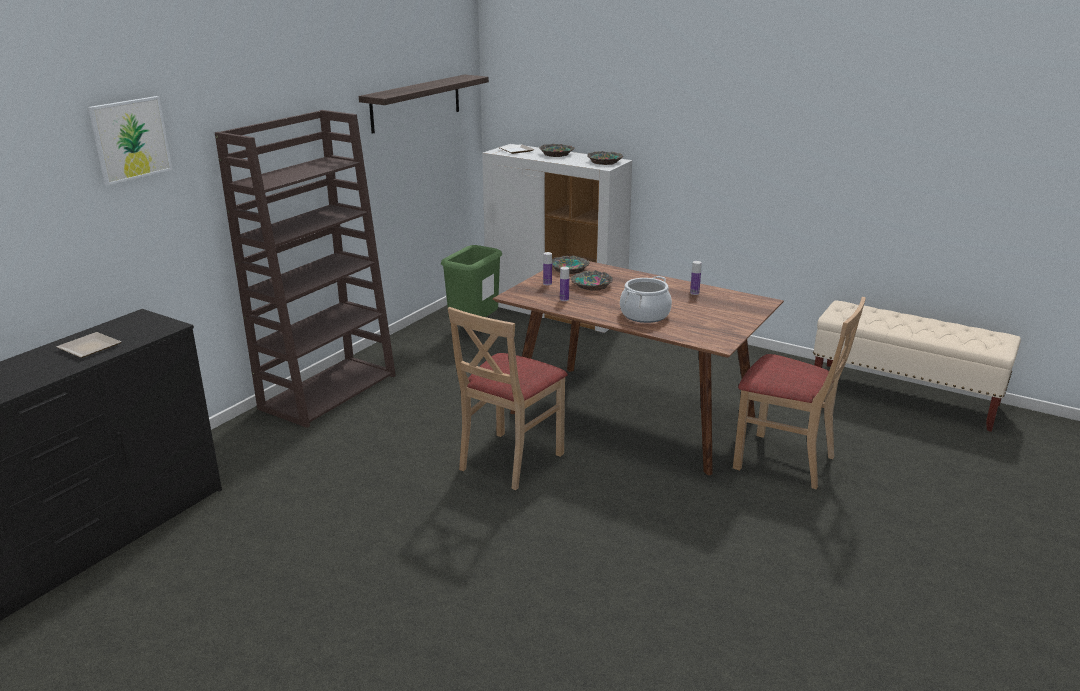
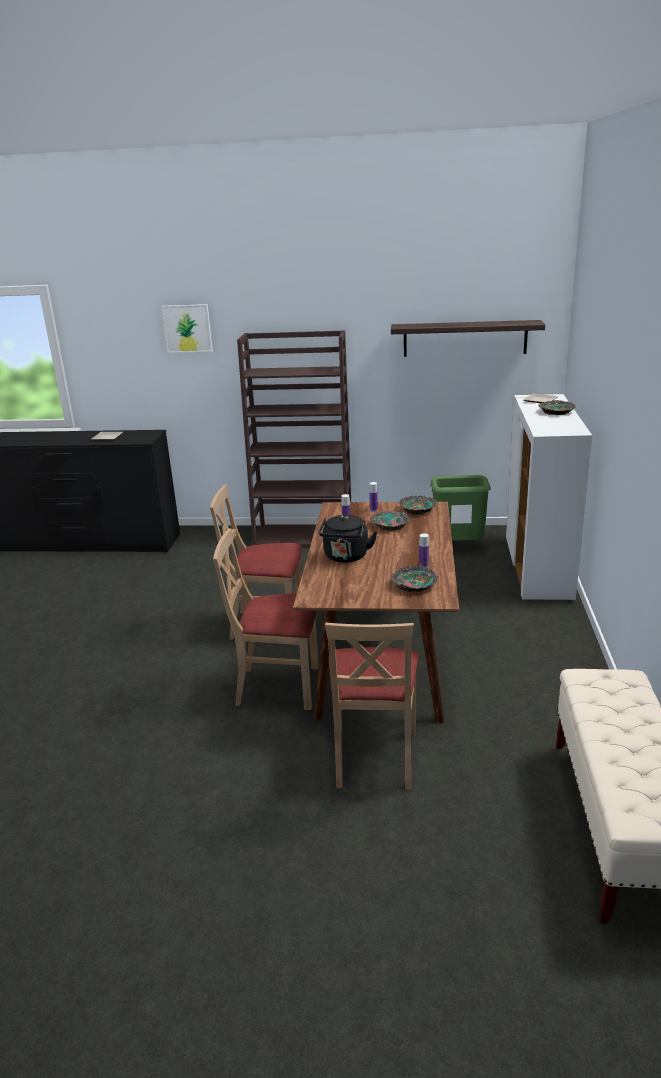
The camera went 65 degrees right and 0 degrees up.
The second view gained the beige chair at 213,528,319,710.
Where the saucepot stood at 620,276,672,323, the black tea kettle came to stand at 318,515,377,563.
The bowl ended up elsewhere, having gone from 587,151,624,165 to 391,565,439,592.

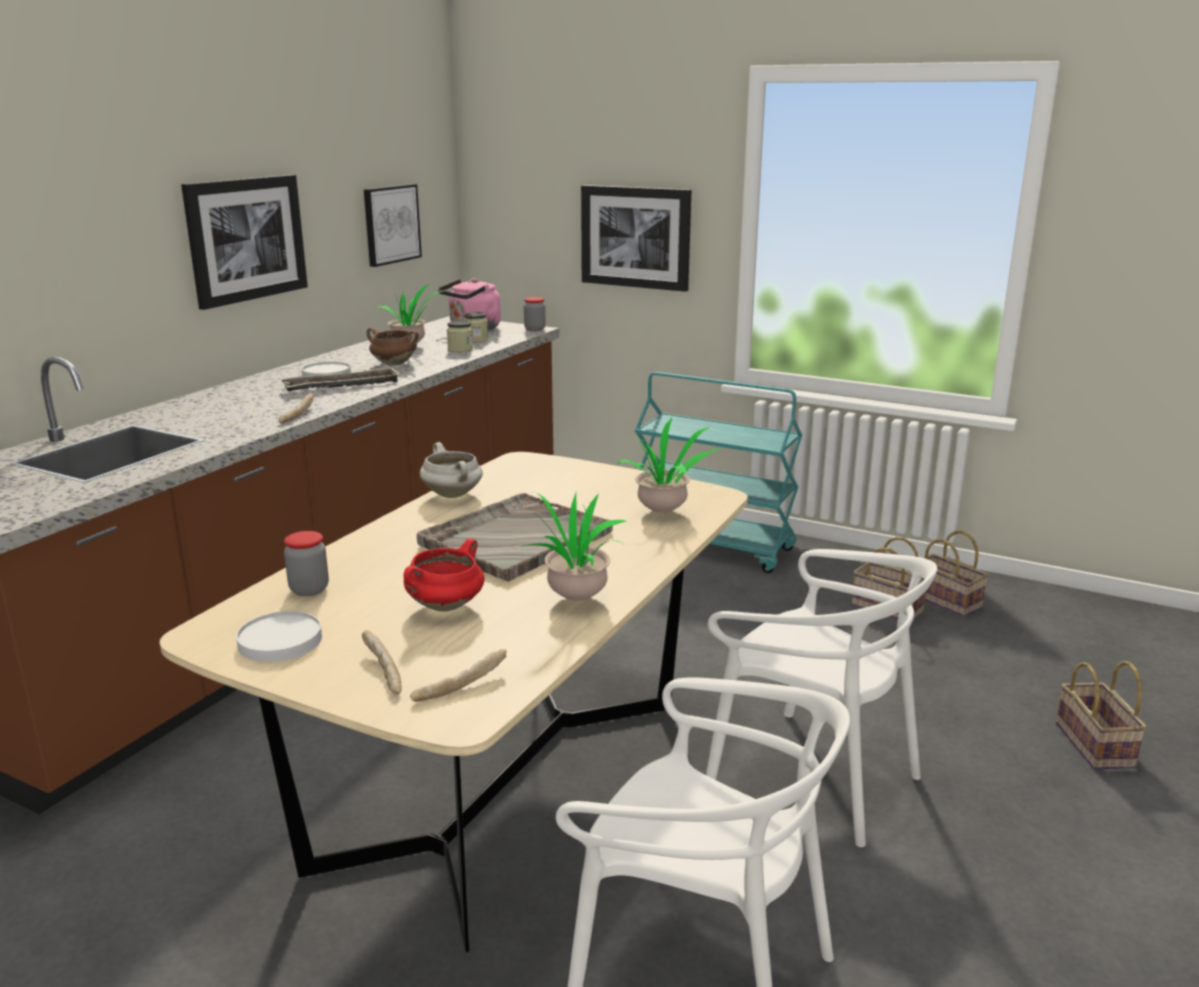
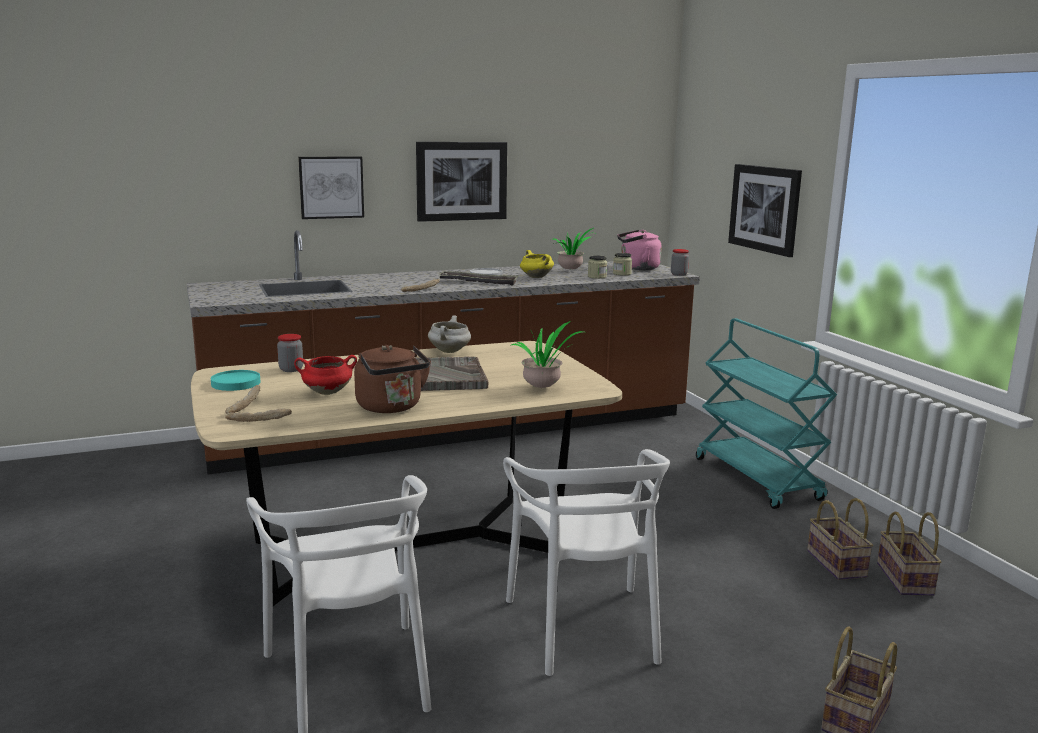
The camera went 40 degrees right and 5 degrees down.
What was the whitish dinner plate at 236,611,322,662 turned into the blue-green dinner plate at 211,370,260,391.
The picture ended up elsewhere, having gone from 364,184,422,267 to 298,157,364,219.
Where the plant in a pot stood at 514,492,627,600, the brown tea kettle came to stand at 354,345,431,413.
What was the brown saucepot at 367,327,419,366 turned into the yellowish saucepot at 520,250,554,278.

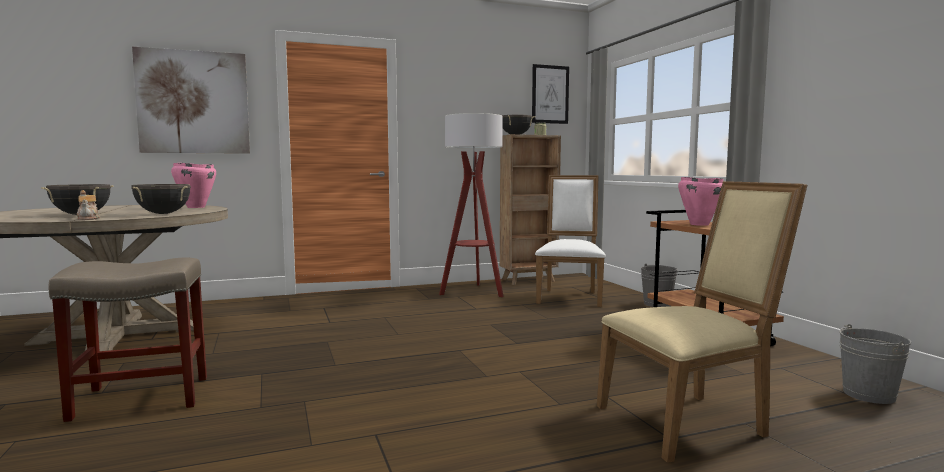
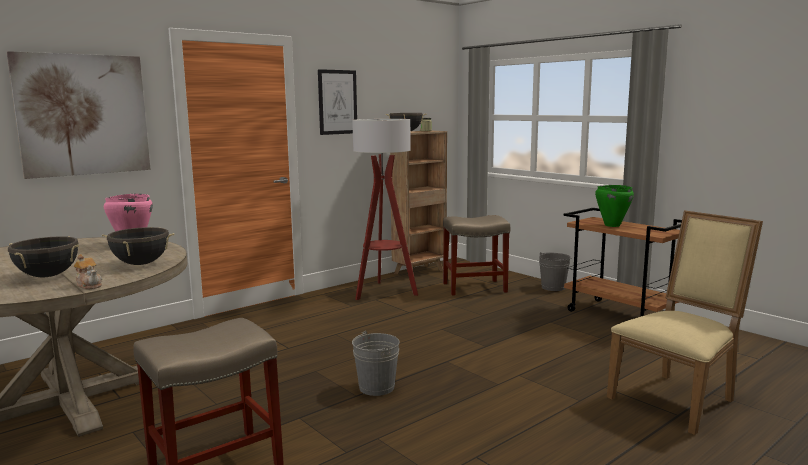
The camera went 20 degrees left and 5 degrees up.
The picture ended up elsewhere, having gone from 532,64,569,124 to 318,69,357,135.
The greyish water bucket ended up elsewhere, having gone from 839,324,911,404 to 352,331,400,396.
Where the whitish chair stood at 535,175,606,307, the beige sitting stool came to stand at 443,215,510,296.
What was the pink-coloured saucepot at 678,177,724,226 turned into the green-coloured saucepot at 595,185,634,227.

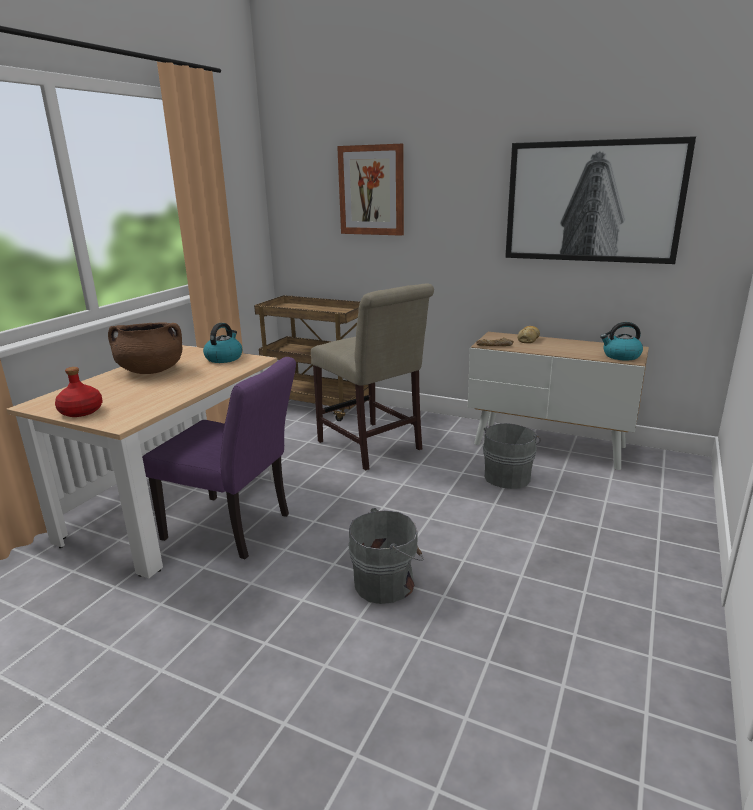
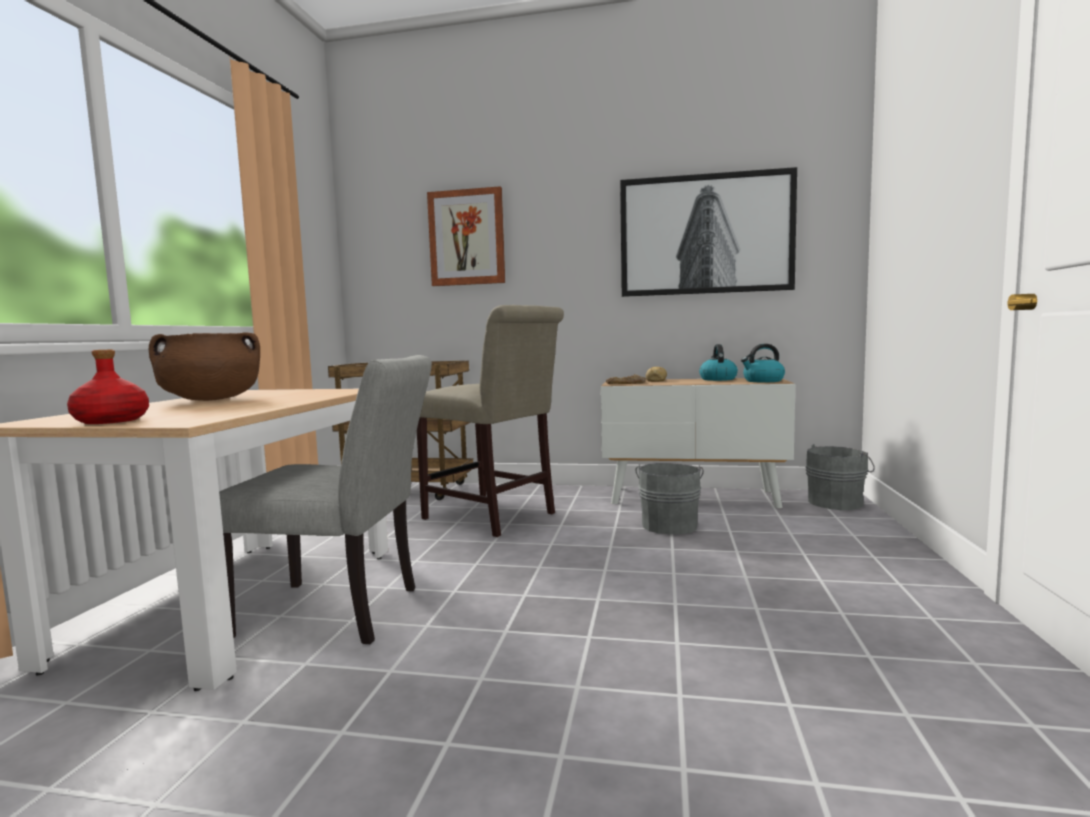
The camera went 15 degrees left and 15 degrees down.
What was the purple-coloured chair at 142,357,296,559 turned into the greyish chair at 219,355,432,644.
The tea kettle ended up elsewhere, having gone from 203,323,242,363 to 699,344,738,381.
The greyish water bucket ended up elsewhere, having gone from 348,508,423,604 to 805,444,875,510.

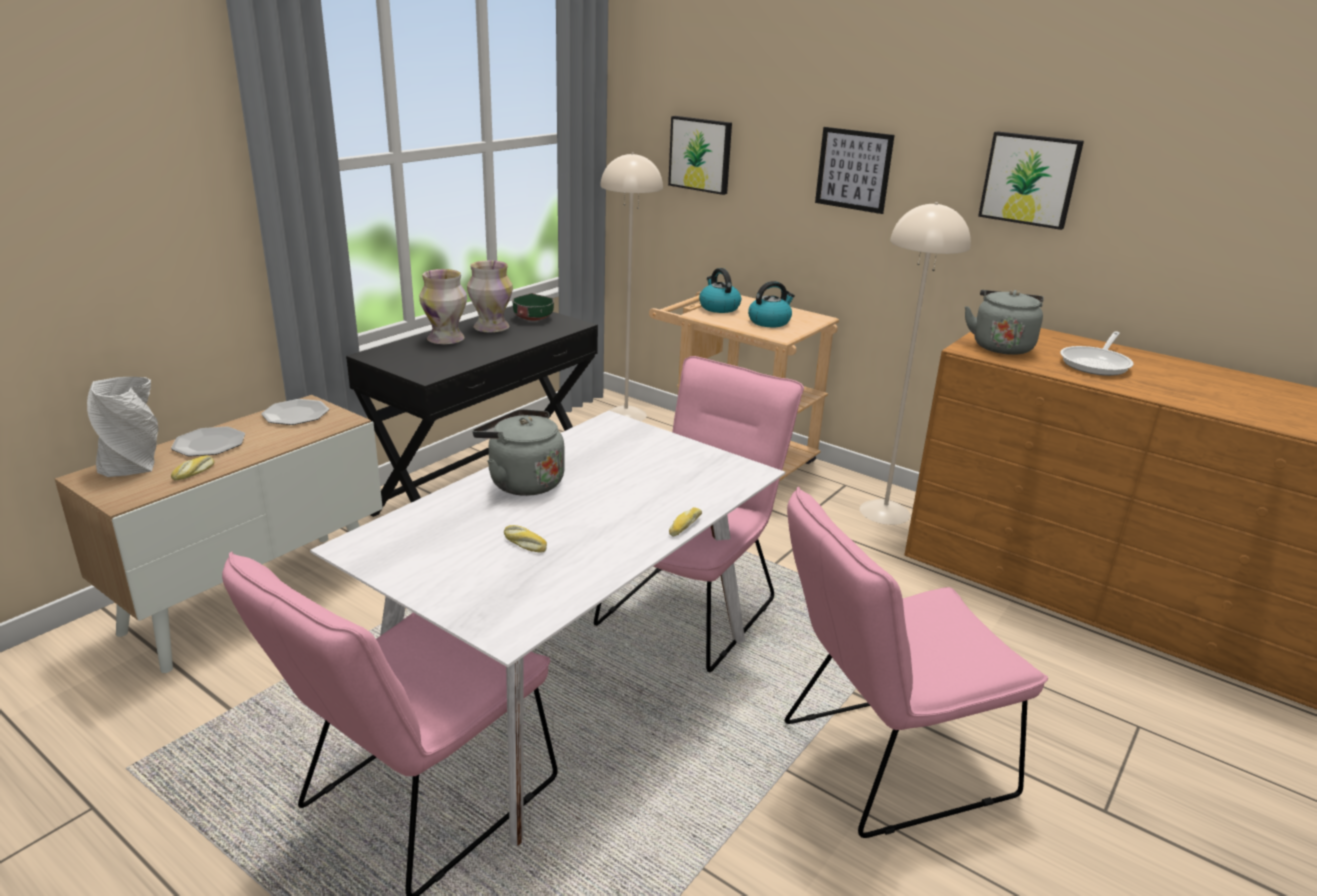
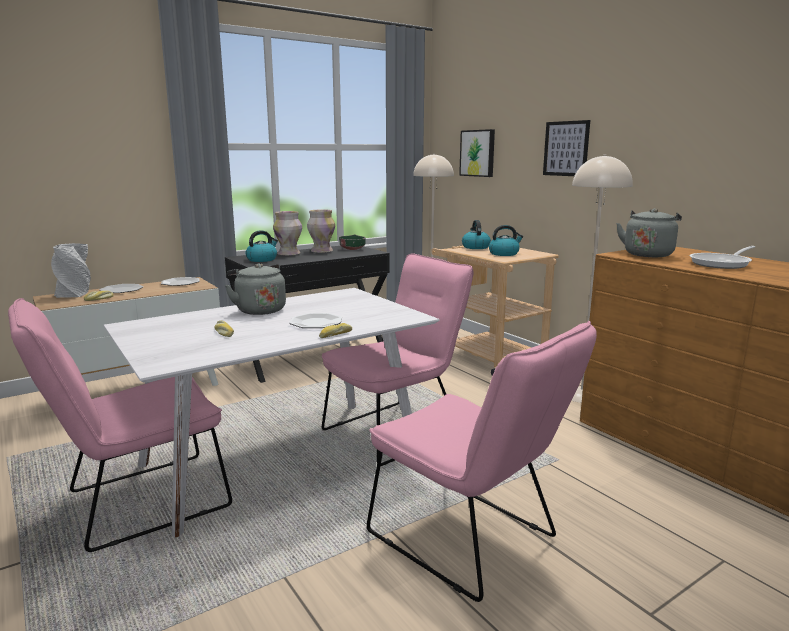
The camera went 20 degrees right and 10 degrees down.
The second view gained the tea kettle at 245,230,278,262.
The second view gained the dinner plate at 289,313,342,328.
The pink-coloured chair at 785,487,1048,838 ended up facing another way, 135 degrees counterclockwise from before.
The second view lost the picture at 978,131,1084,230.

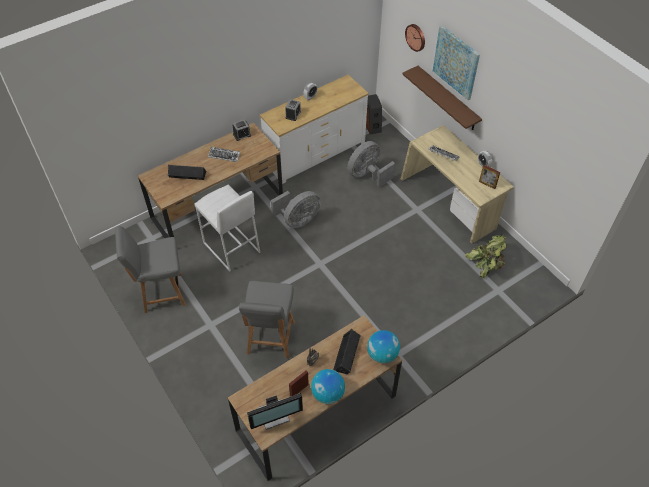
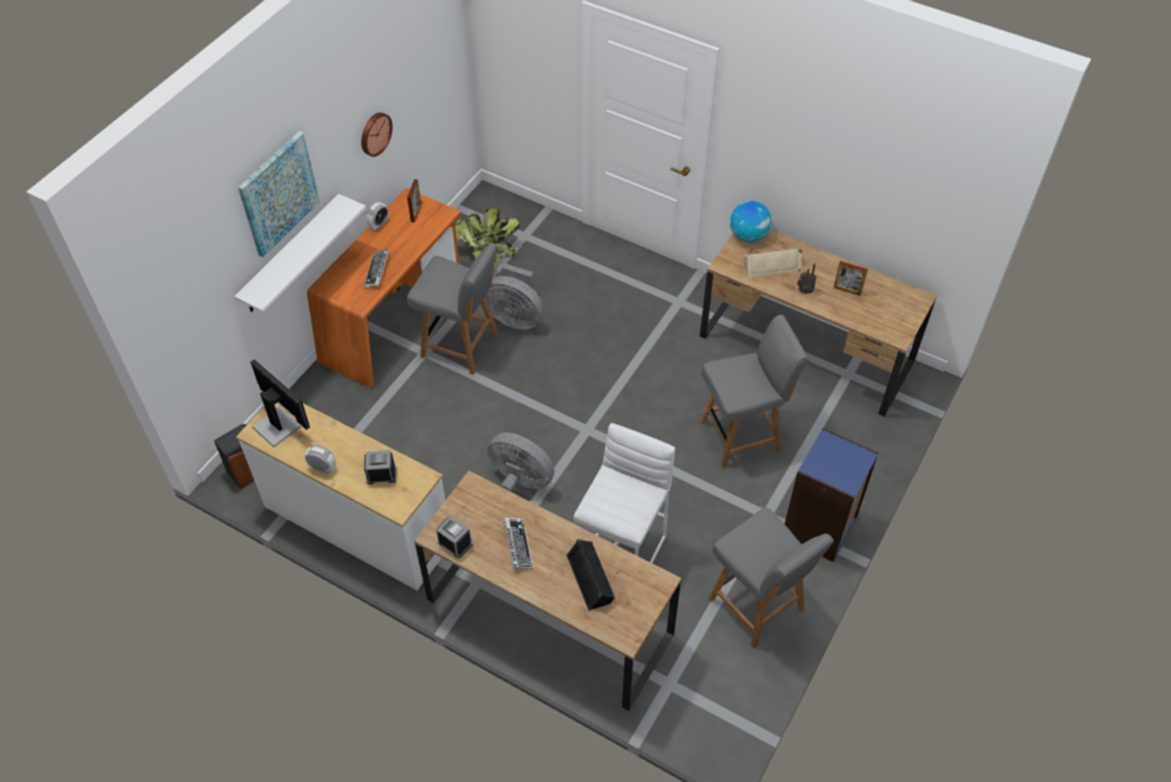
The camera went 115 degrees left and 0 degrees up.
What was the brown shelf at 402,66,482,130 turned into the whitish shelf at 234,194,366,313.
The monitor ended up elsewhere, having gone from 247,393,303,430 to 250,359,310,447.
What was the beige desk at 401,125,514,244 turned into the orangey desk at 307,188,461,389.
The hanging clock ended up elsewhere, having gone from 405,24,425,52 to 361,112,393,157.
The second view gained the greyish chair at 407,243,498,375.
The greyish cooling fan ended up elsewhere, having gone from 347,141,395,187 to 486,263,544,330.
What was the black speaker at 333,329,361,374 turned into the beige speaker at 743,248,802,278.
The second view gained the blue bookshelf at 785,428,879,562.
The second view lost the desk globe at 311,369,345,404.

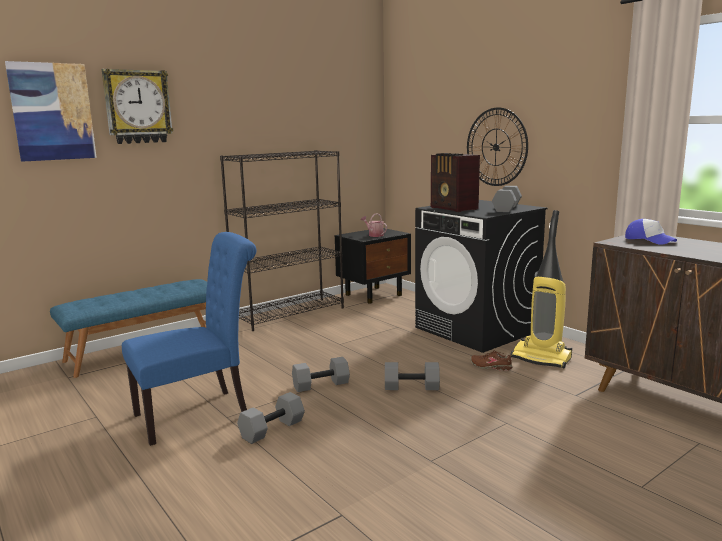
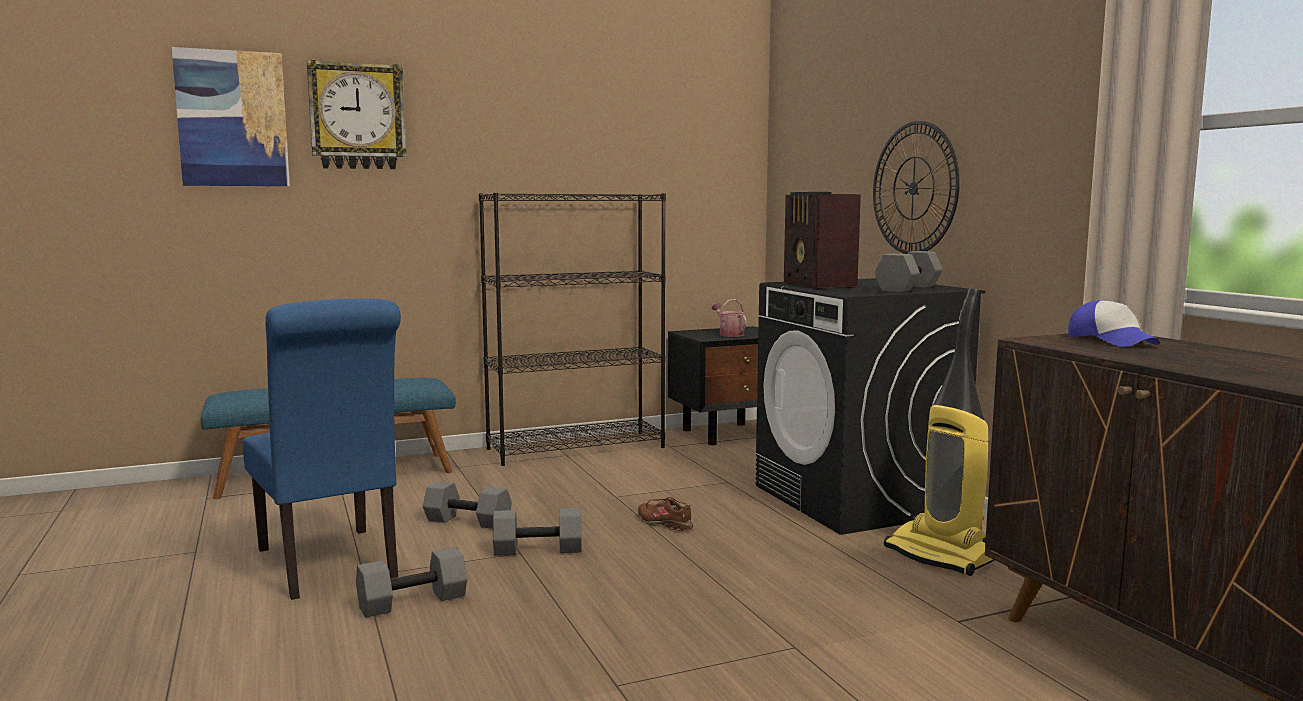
The camera went 15 degrees right and 5 degrees down.
The blue chair at 122,232,257,446 ended up facing another way, 75 degrees clockwise from before.
The greyish free weight ended up elsewhere, having gone from 385,362,440,390 to 423,481,512,529.
The brown low shoe ended up elsewhere, having gone from 470,350,512,371 to 638,497,693,531.

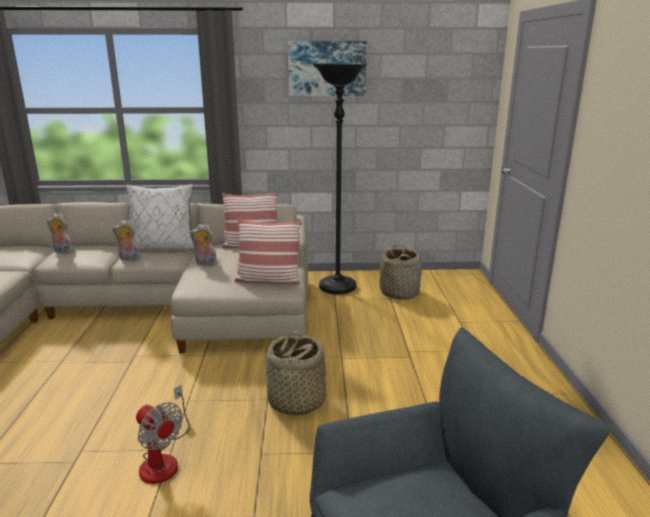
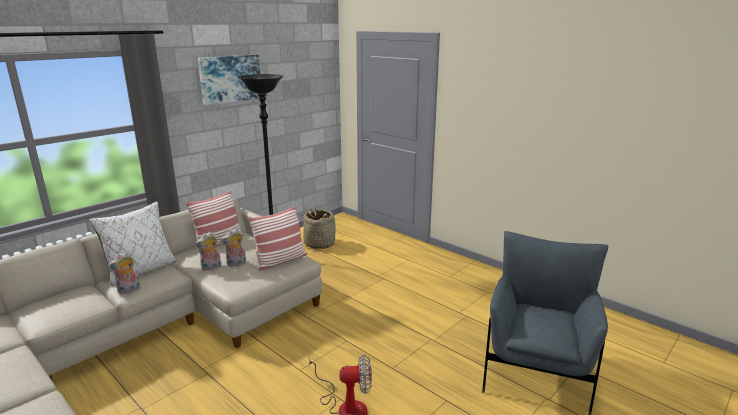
The camera went 45 degrees left and 0 degrees up.
The soft toy ended up elsewhere, having gone from 47,213,75,253 to 221,228,246,267.
The second view lost the household basket at 266,331,326,416.

